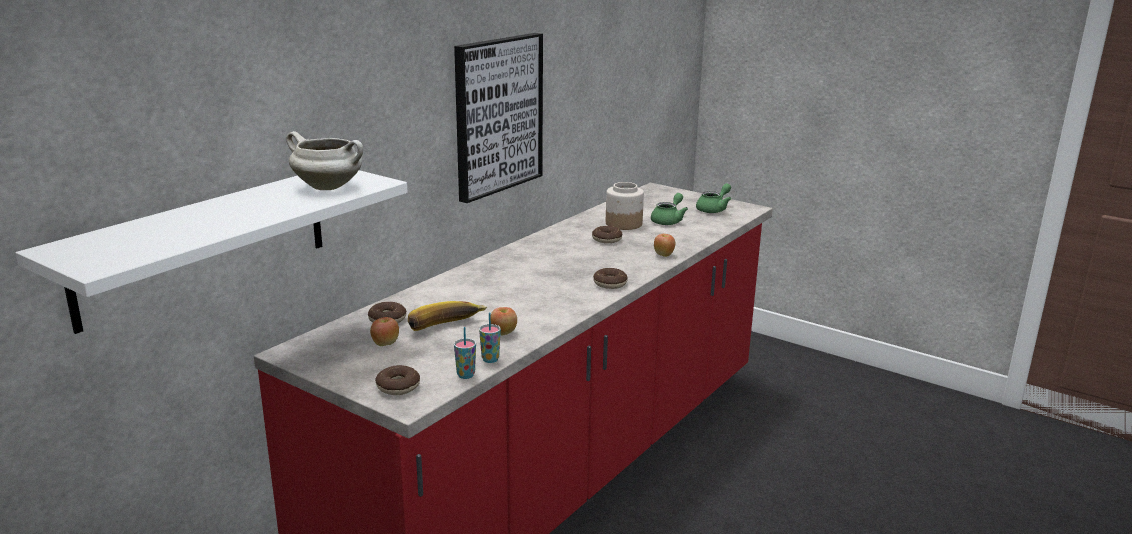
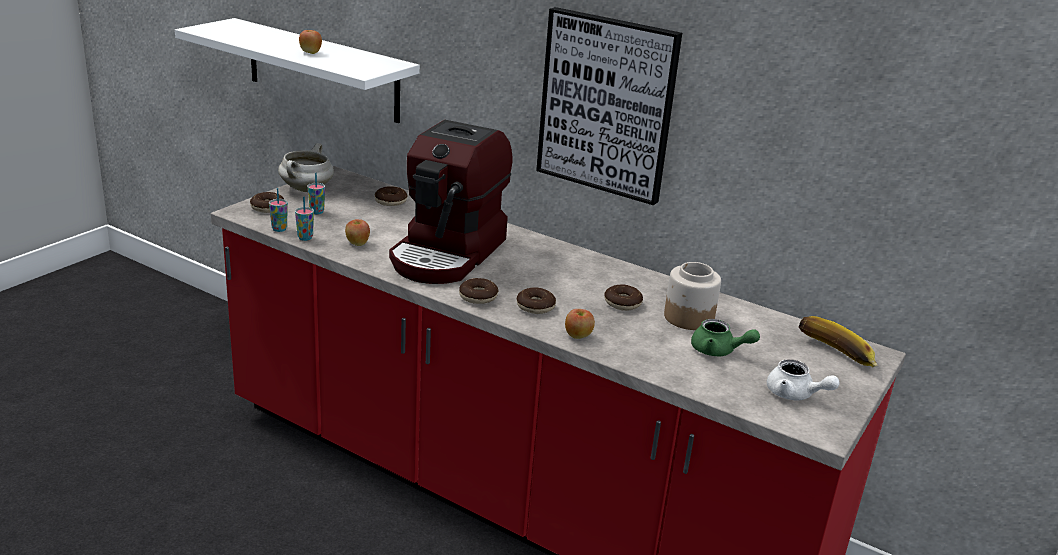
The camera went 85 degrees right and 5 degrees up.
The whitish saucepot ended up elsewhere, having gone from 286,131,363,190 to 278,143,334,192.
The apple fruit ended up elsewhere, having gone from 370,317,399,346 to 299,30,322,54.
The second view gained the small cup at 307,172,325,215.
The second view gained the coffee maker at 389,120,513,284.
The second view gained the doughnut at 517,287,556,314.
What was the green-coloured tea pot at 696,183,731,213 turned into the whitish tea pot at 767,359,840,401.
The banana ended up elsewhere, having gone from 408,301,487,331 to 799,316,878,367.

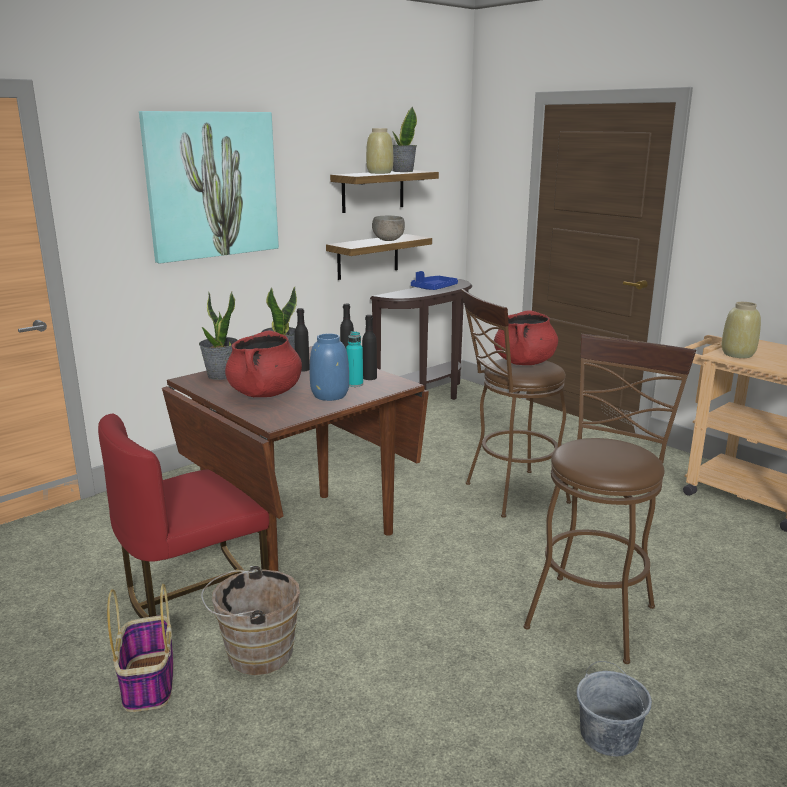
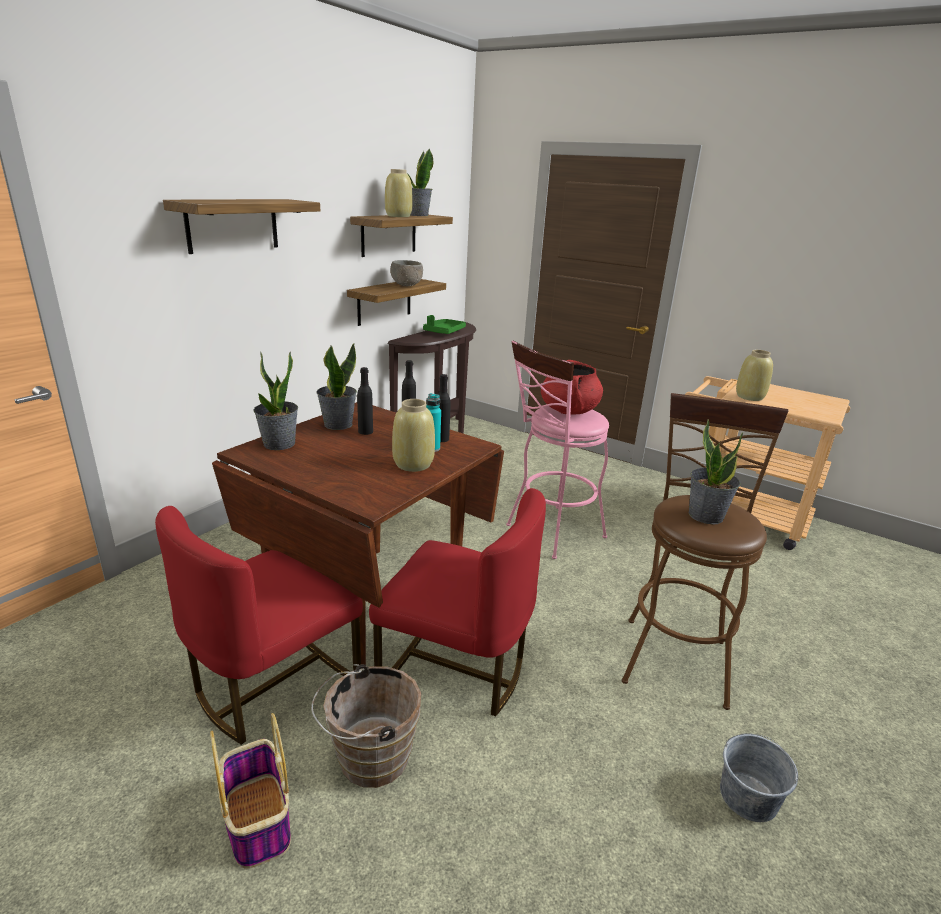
The camera went 15 degrees left and 5 degrees up.
Where the picture hung at 139,111,279,263, the shelf came to hang at 163,199,320,254.
The second view gained the reddish chair at 369,488,546,716.
What was the blue flower vase at 310,333,349,401 turned into the beige flower vase at 392,399,435,472.
What was the blue tray at 411,271,458,290 turned into the green-coloured tray at 423,315,466,334.
What was the brown sitting stool at 461,289,571,518 turned into the pink-coloured sitting stool at 506,341,609,559.
The second view gained the plant in a pot at 689,419,743,525.
The second view lost the reddish saucepot at 225,330,302,397.

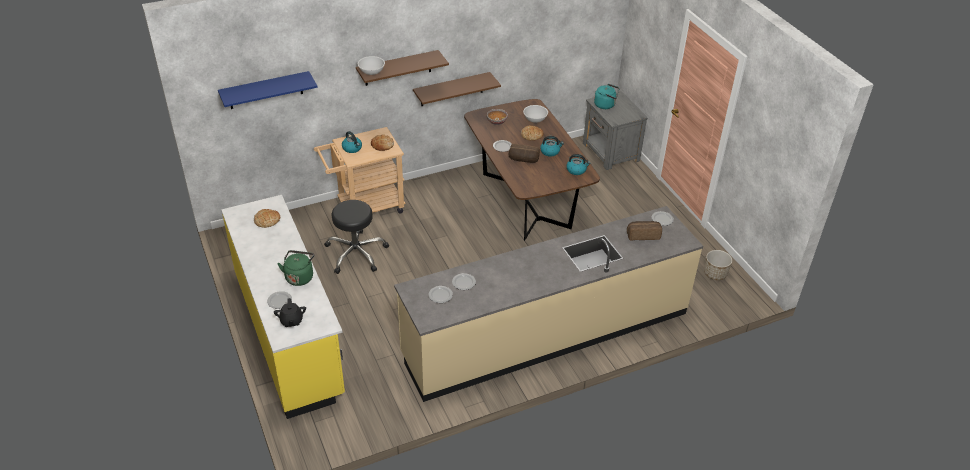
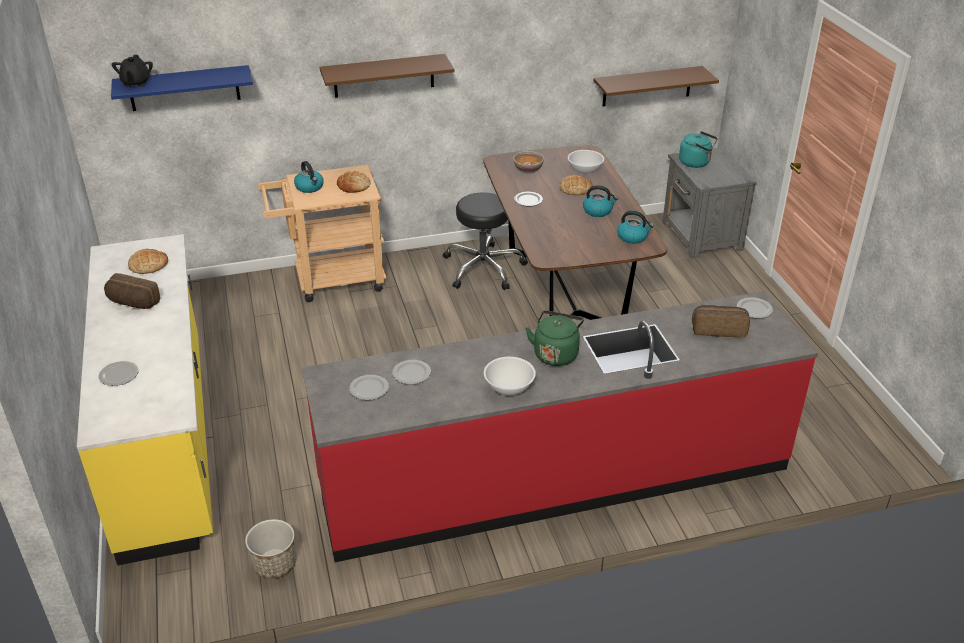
The camera went 10 degrees right and 5 degrees down.
The bakery bread ended up elsewhere, having gone from 509,144,540,163 to 104,273,160,309.
The black tea pot ended up elsewhere, having gone from 274,298,306,327 to 112,55,153,87.
The planter ended up elsewhere, having gone from 704,250,732,280 to 245,519,296,578.
What was the beige kitchen base unit at 394,206,703,402 turned into the reddish kitchen base unit at 302,291,818,562.
The black sitting stool ended up elsewhere, having gone from 324,200,389,274 to 443,192,528,290.
The whitish bowl ended up elsewhere, having gone from 358,56,385,75 to 484,357,536,395.
The green-coloured tea kettle ended up elsewhere, having gone from 277,250,314,286 to 526,310,584,366.
The brown shelf ended up elsewhere, having gone from 413,72,501,106 to 594,66,719,106.

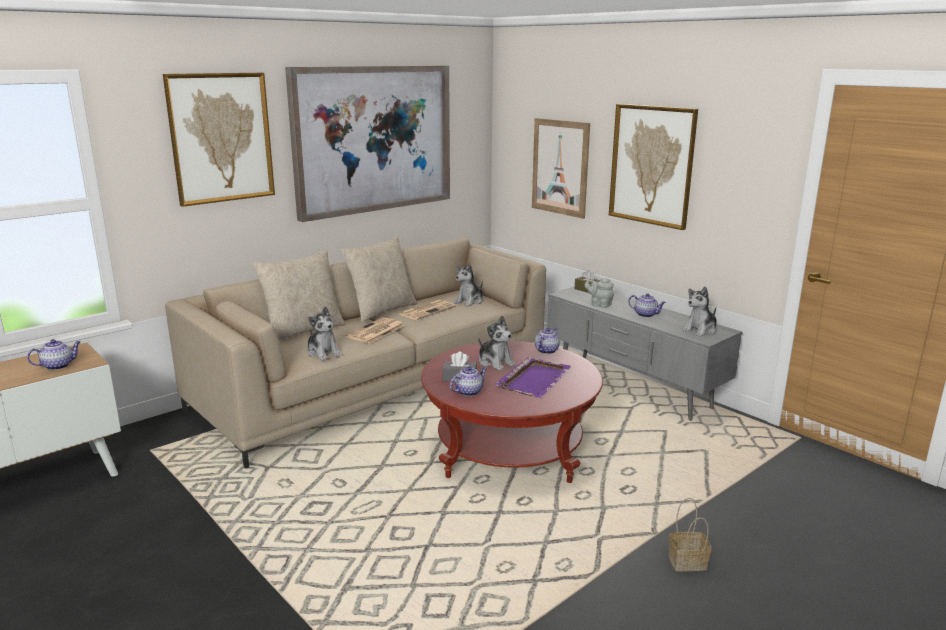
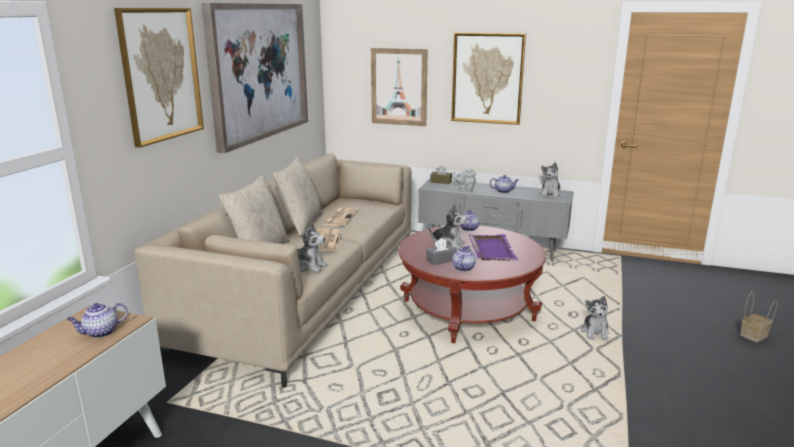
The camera went 30 degrees left and 0 degrees up.
The tea pot at 27,339,81,370 ended up facing another way, 150 degrees counterclockwise from before.
The soft toy ended up elsewhere, having gone from 454,263,483,307 to 581,296,610,341.
The household basket ended up elsewhere, having gone from 668,498,712,572 to 740,292,777,342.

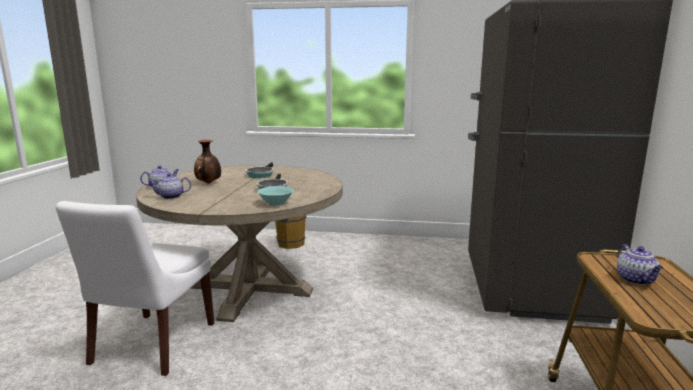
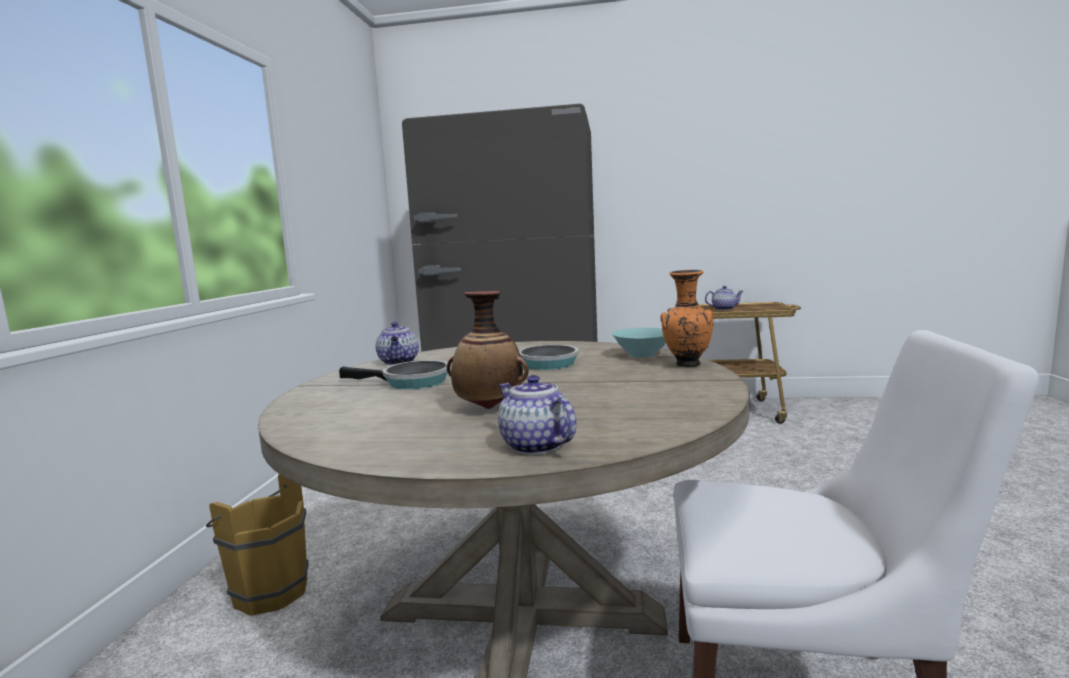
The camera went 90 degrees left and 5 degrees down.
The tea pot ended up elsewhere, having gone from 148,173,191,199 to 376,322,419,365.
The second view gained the orangey flower vase at 660,270,714,367.

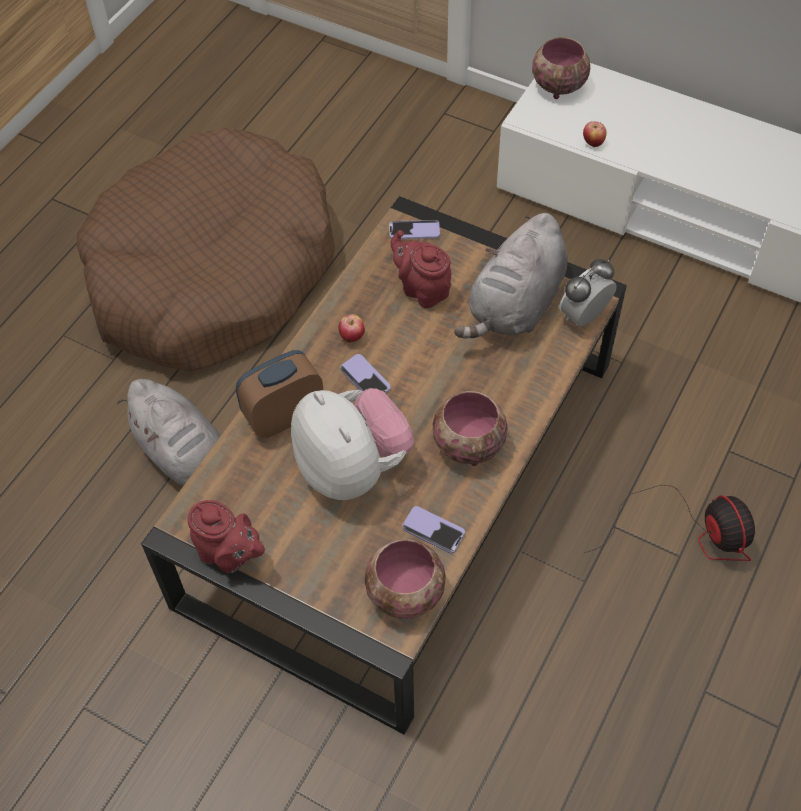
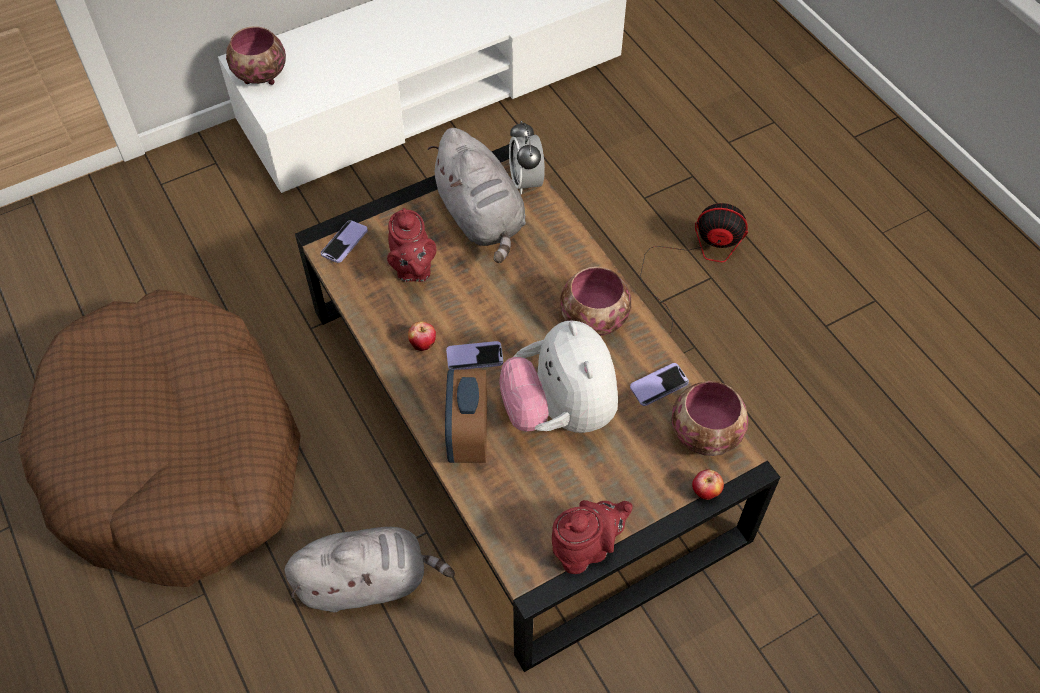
The camera went 60 degrees left and 0 degrees up.
The reddish tea pot at 390,230,451,308 ended up facing another way, 90 degrees counterclockwise from before.
The soft toy at 291,388,414,500 ended up facing another way, 105 degrees counterclockwise from before.
The apple fruit ended up elsewhere, having gone from 583,121,607,147 to 692,469,724,500.

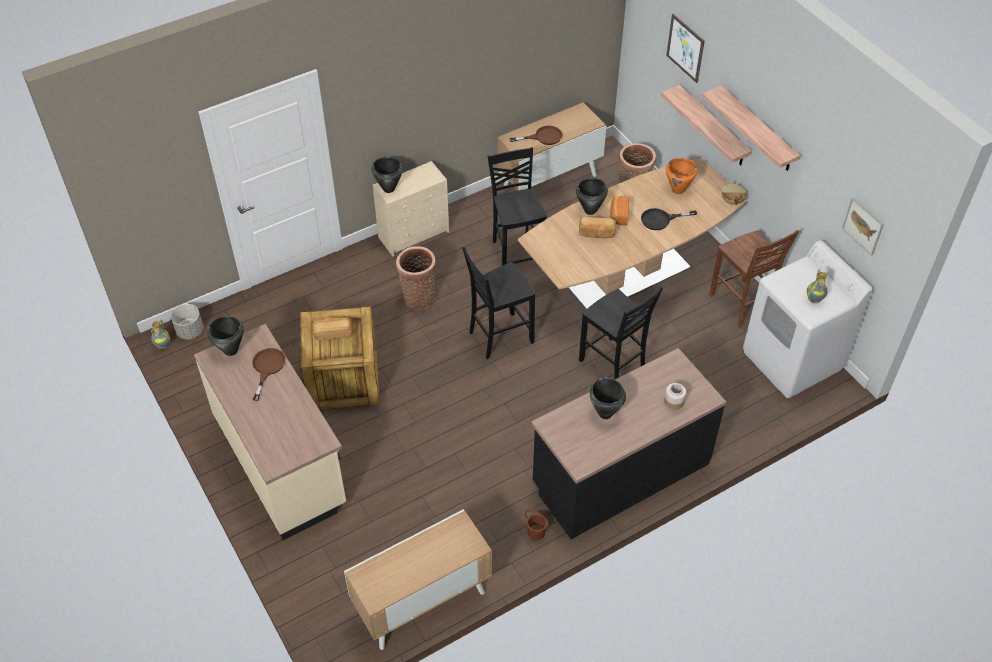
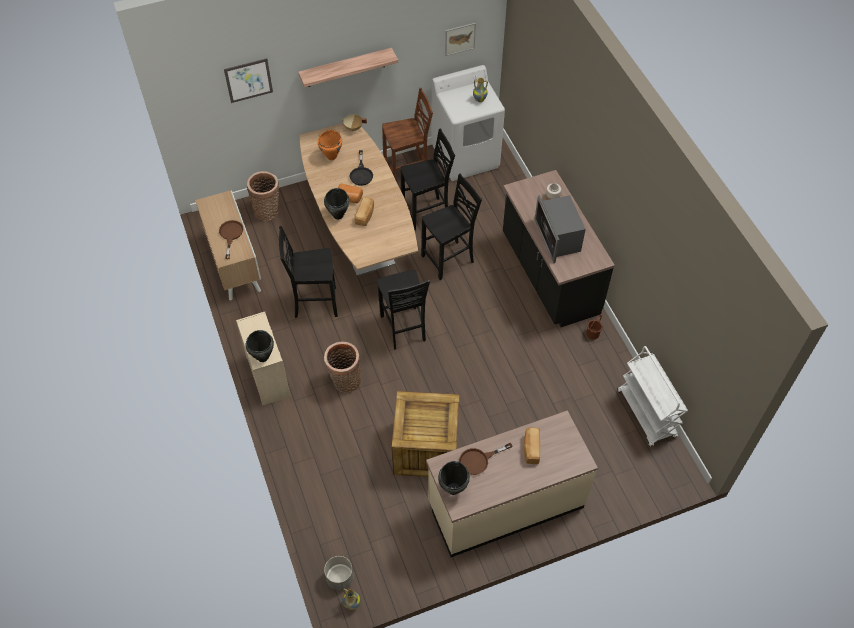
The camera went 80 degrees left and 5 degrees up.
The second view gained the black chair at 401,129,455,230.
The brown skillet at 252,348,285,401 ended up facing another way, 45 degrees counterclockwise from before.
The bakery bread ended up elsewhere, having gone from 313,317,352,340 to 524,428,540,464.
Where the black saucepot stood at 590,378,626,419, the kitchen microwave came to stand at 535,195,586,263.
Where the cupboard stood at 344,509,492,650, the whitish wheeled cart came to stand at 617,346,688,447.
The second view lost the shelf at 661,85,752,166.

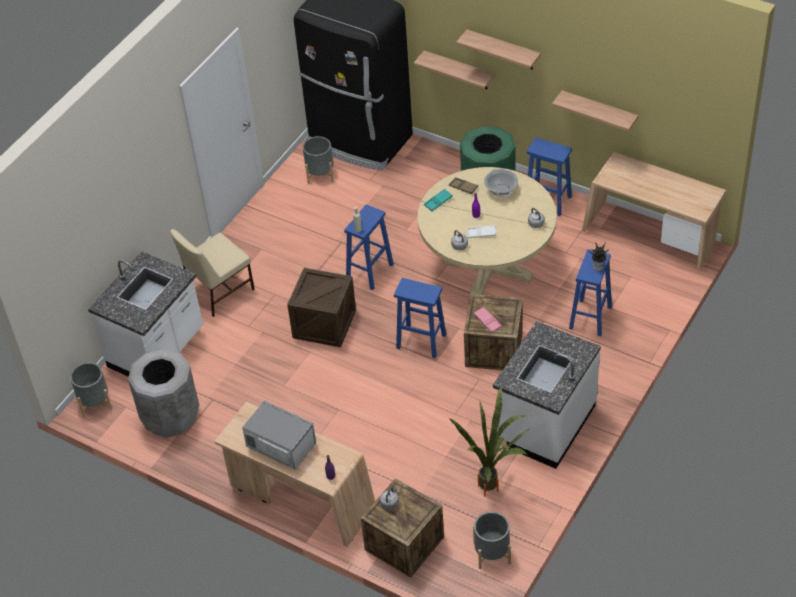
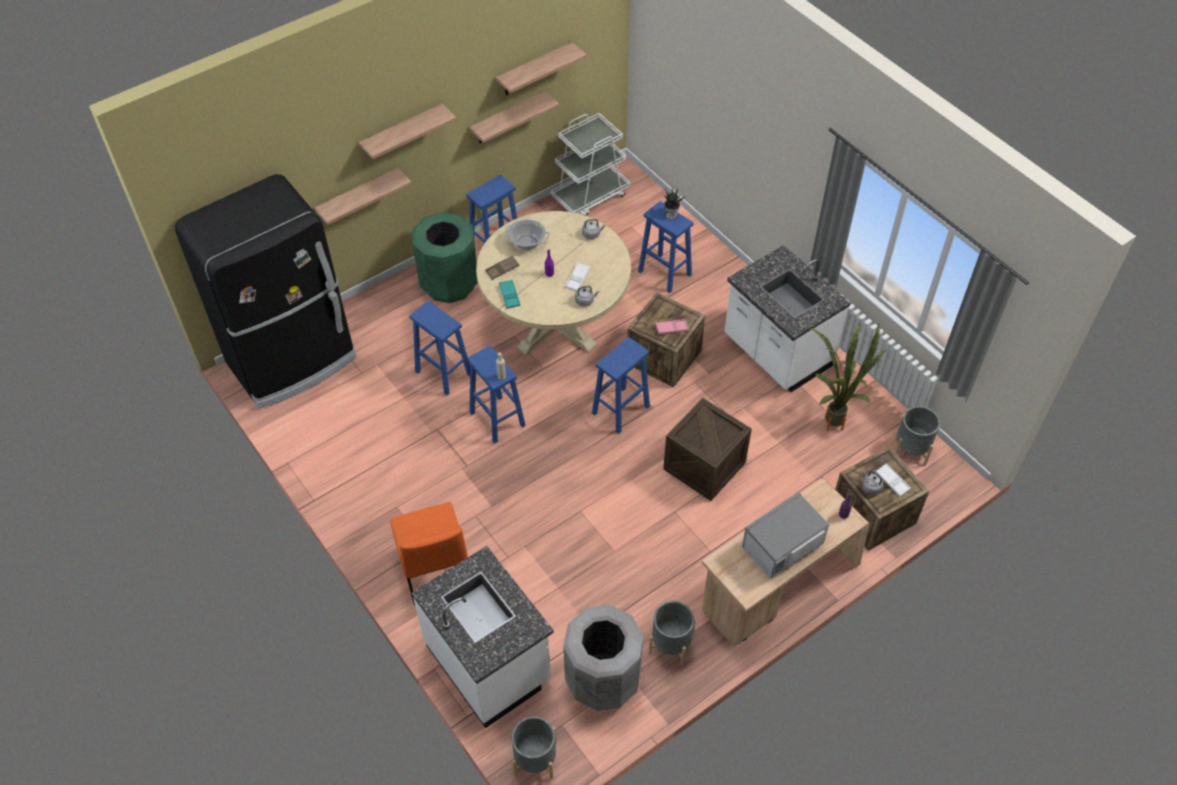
The camera went 70 degrees left and 5 degrees up.
What was the beige chair at 170,229,255,317 turned into the orangey chair at 390,502,468,606.
The second view gained the blue sitting stool at 409,301,470,396.
The second view gained the shelf at 496,42,587,95.
Where the beige desk stood at 582,152,726,269, the whitish wheeled cart came to stand at 551,113,631,216.
The greyish planter ended up elsewhere, having gone from 303,136,334,184 to 648,601,696,665.
The crate ended up elsewhere, having gone from 287,268,356,347 to 663,398,752,501.
The second view gained the whitish tray at 876,463,911,497.

